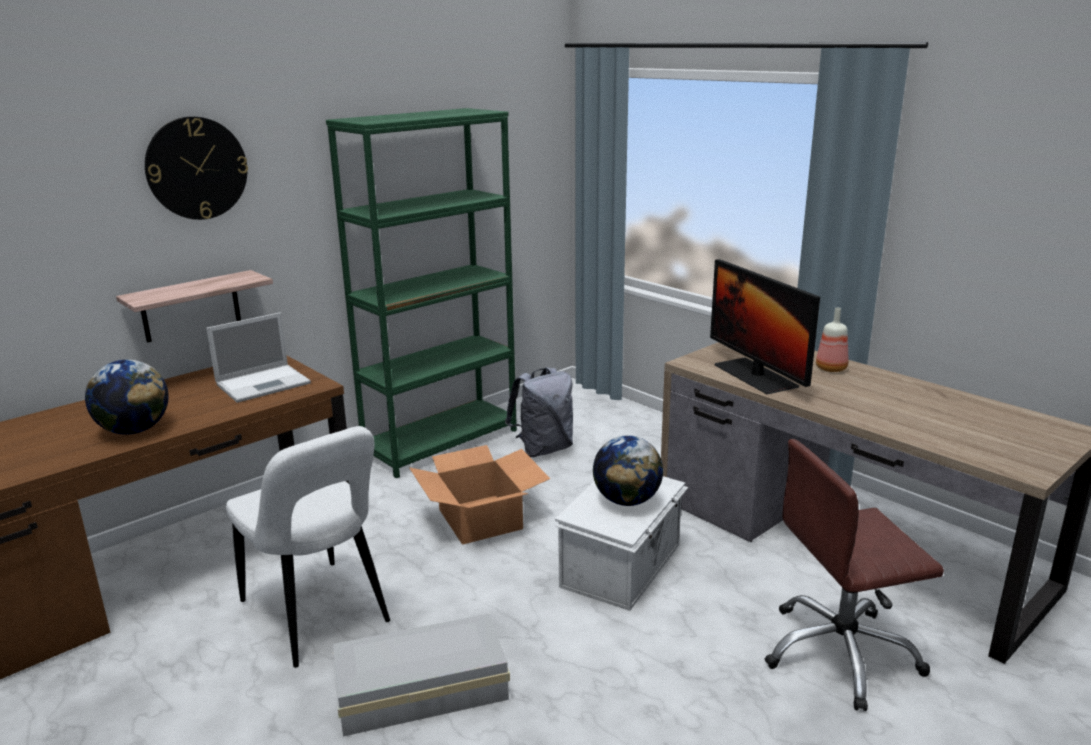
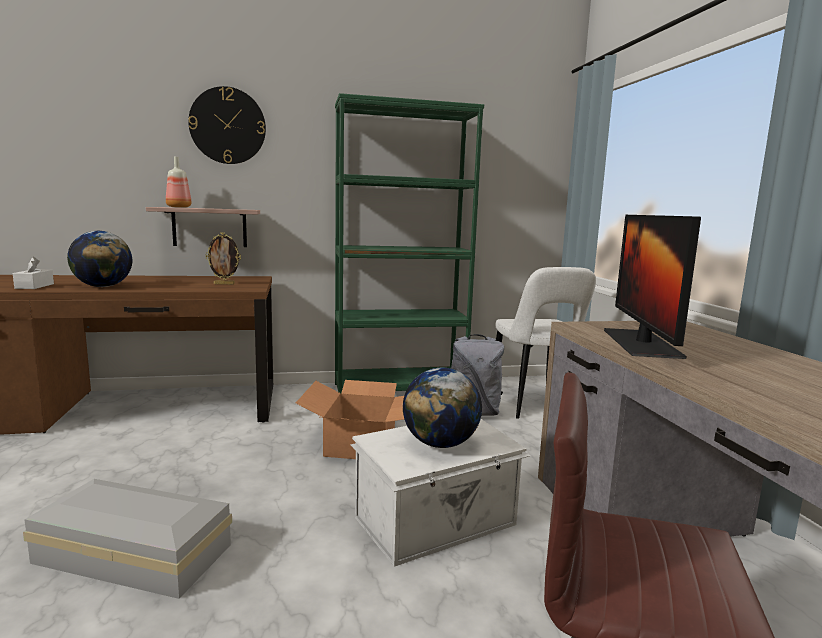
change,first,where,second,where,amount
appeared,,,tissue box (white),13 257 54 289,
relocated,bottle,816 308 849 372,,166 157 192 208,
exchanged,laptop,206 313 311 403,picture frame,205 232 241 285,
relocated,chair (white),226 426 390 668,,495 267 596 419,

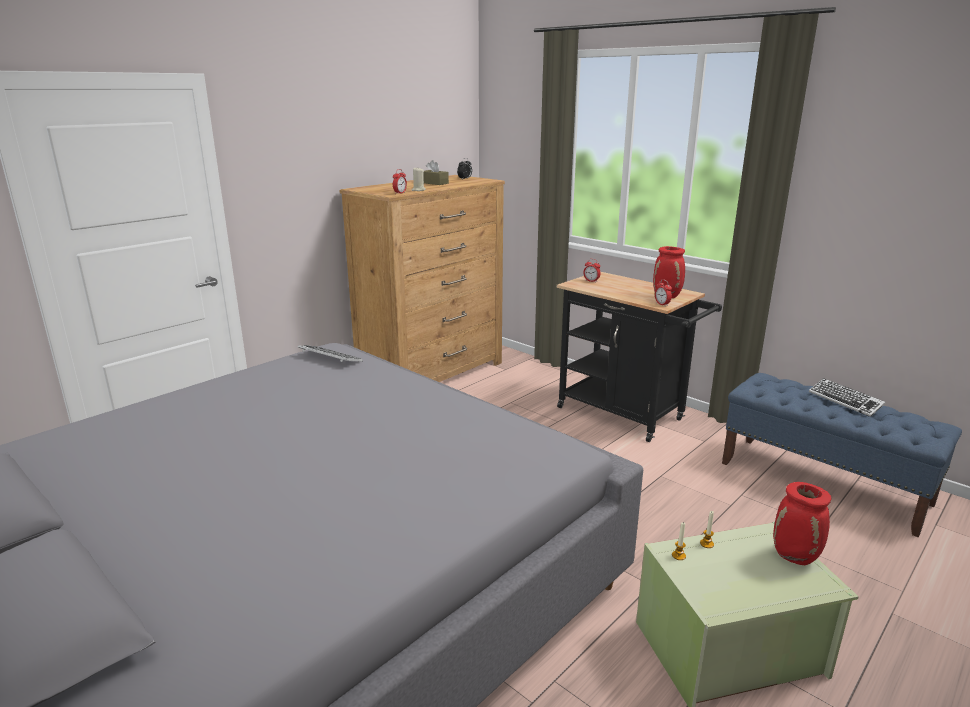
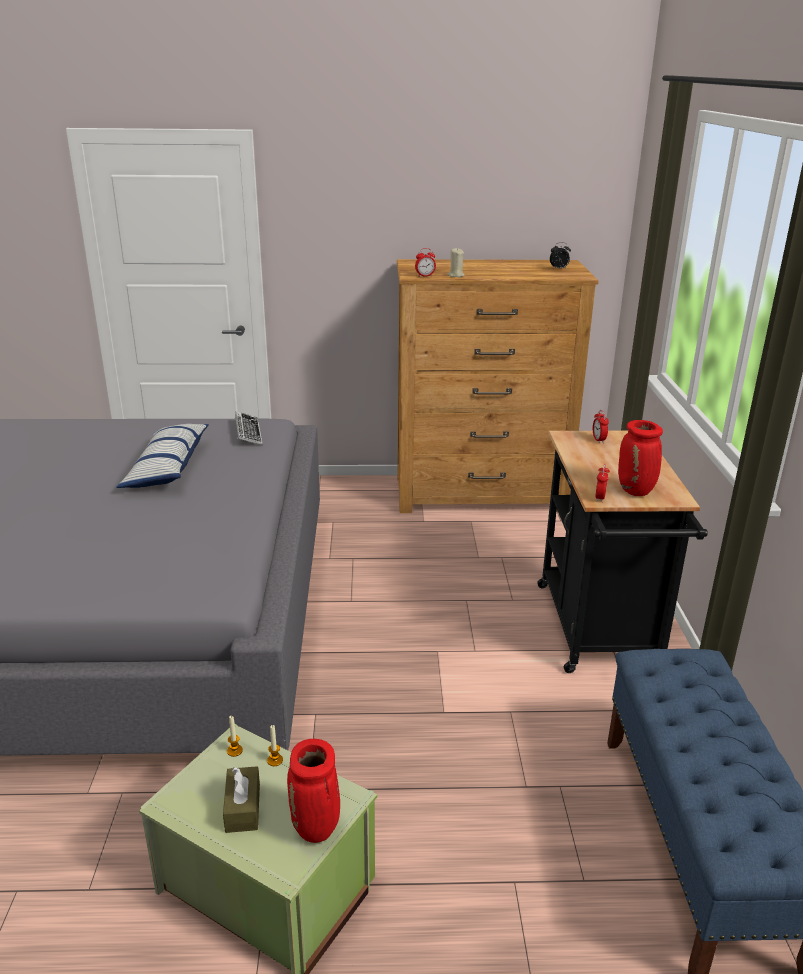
change,first,where,second,where,amount
appeared,,,pillow,116 424 209 488,
relocated,tissue box (brown),423 160 449 185,,223 766 260 833,
missing,keyboard,809 378 886 417,,,

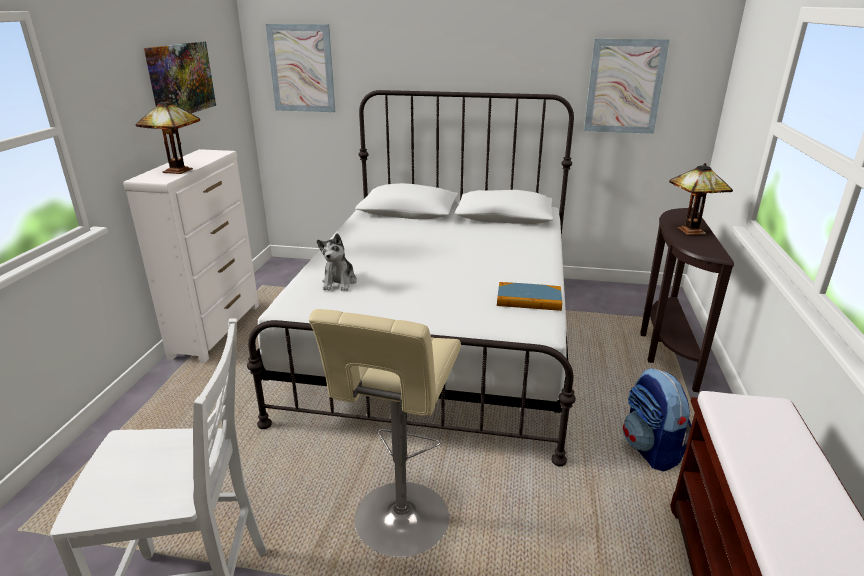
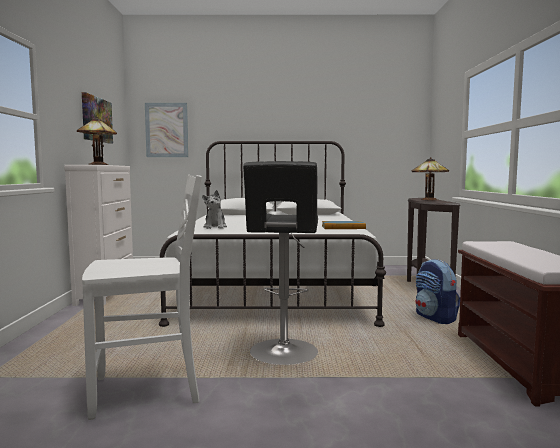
change,first,where,second,where,amount
colour,stool (beige),309 309 461 557,stool (black),243 161 318 365,
missing,picture,584 39 670 134,,,

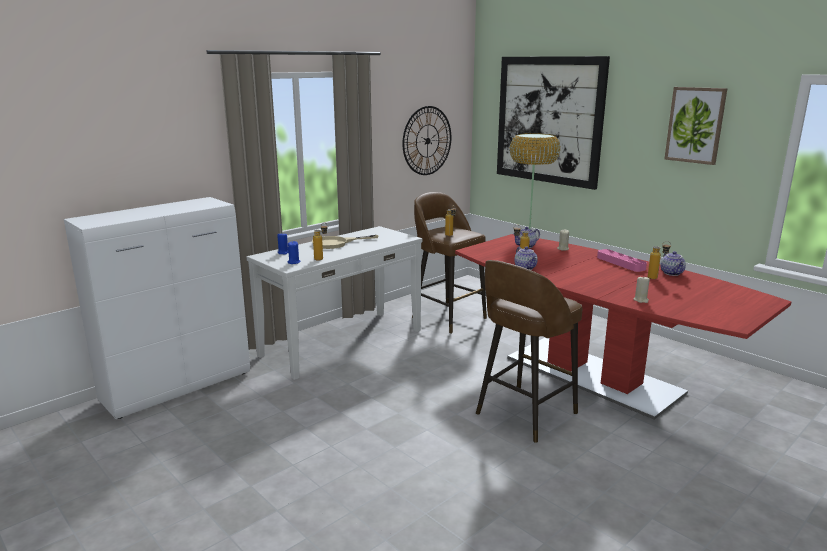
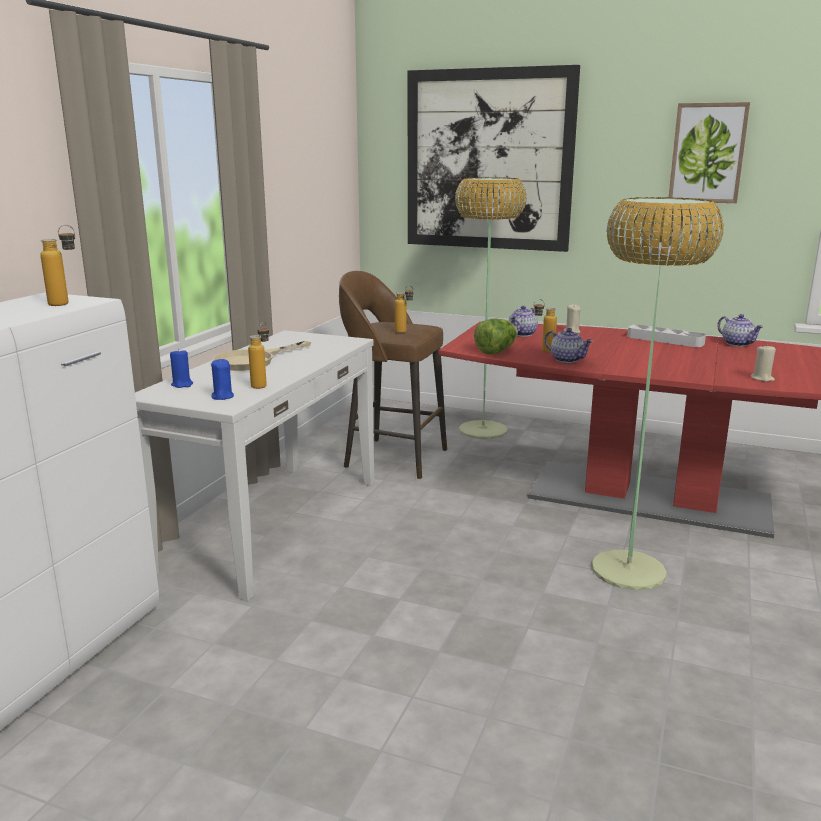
change,first,where,second,where,amount
relocated,bottle,648 241 671 279,,41 225 76 306,
appeared,,,lettuce,474 318 518 355,
exchanged,stool (brown),476 260 582 443,floor lamp,592 197 724 590,
colour,tray (pink),597 249 647 272,tray (grey),627 324 706 347,
missing,wall clock,402 106 451 175,,,

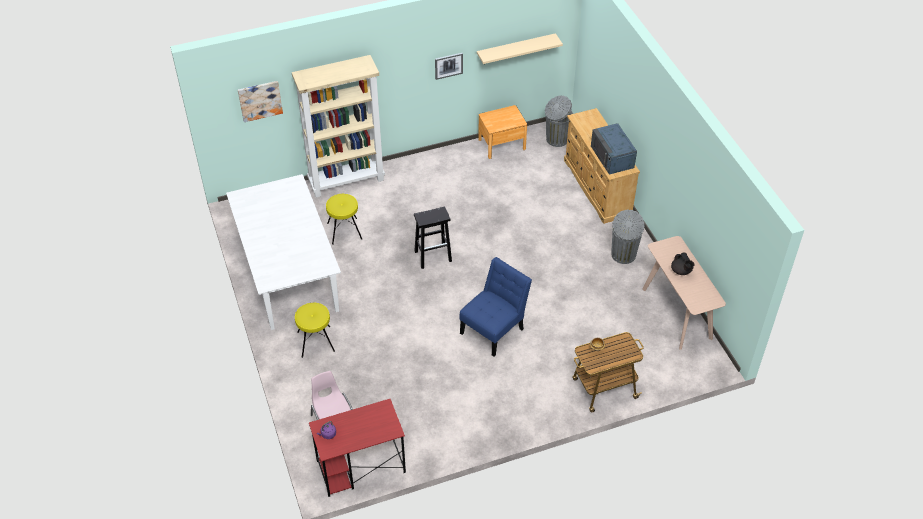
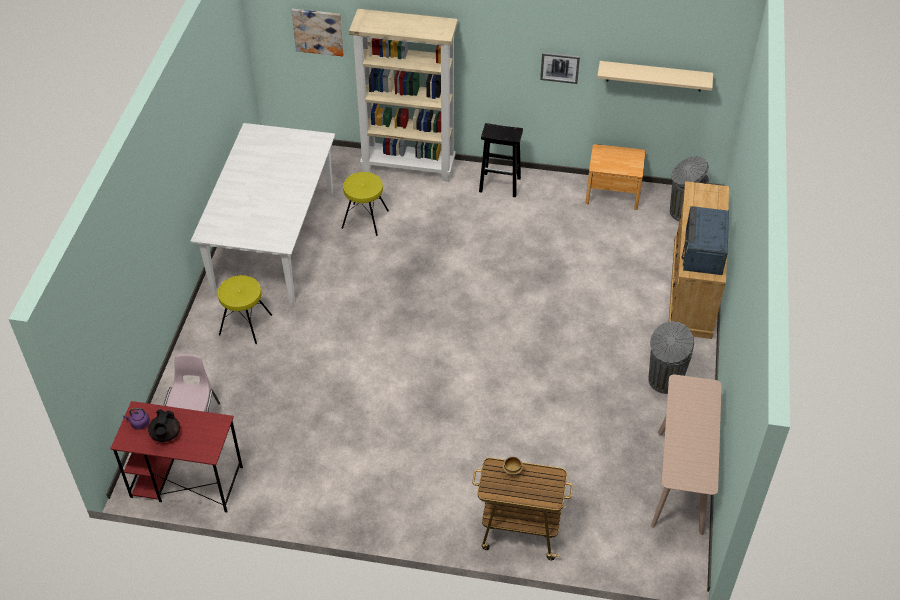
change,first,where,second,where,amount
relocated,teapot (black),671 253 695 275,,148 409 180 442,
relocated,stool (black),414 207 452 269,,479 123 523 197,
missing,chair (blue),459 257 532 357,,,

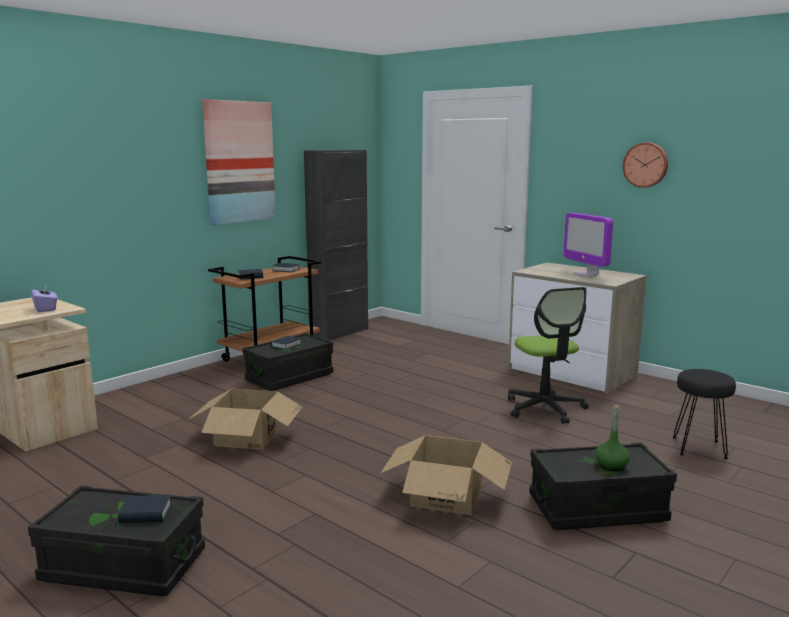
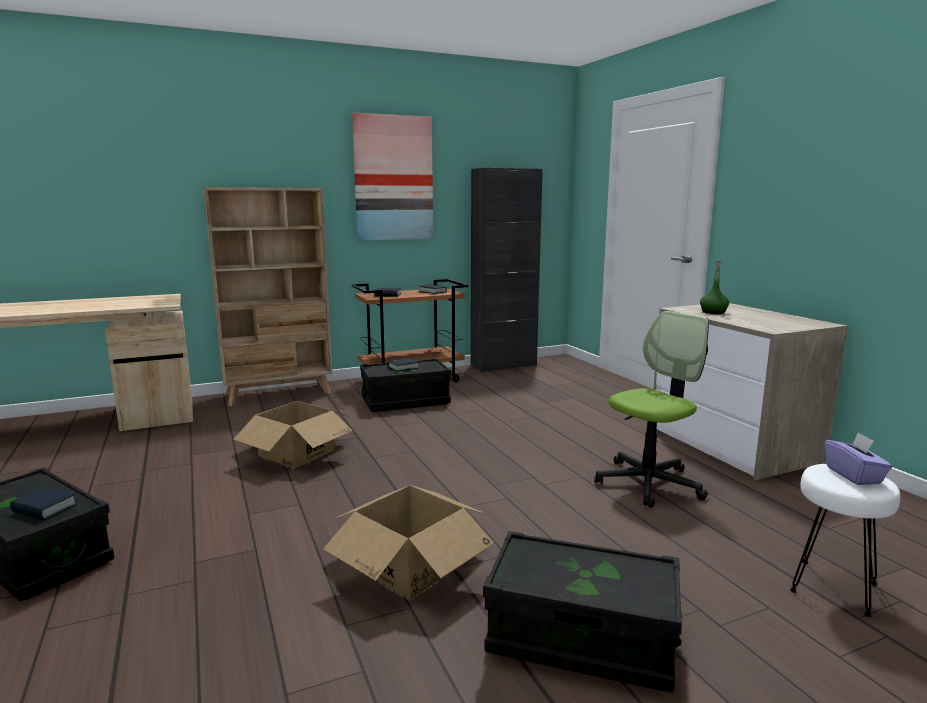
change,first,where,second,where,amount
appeared,,,bookcase (beige),203 187 332 406,
spun,office chair,508 287 589 424,,594 311 709 508,135 degrees counterclockwise
relocated,bottle (green),595 405 630 472,,700 260 729 314,
colour,stool (black),673 369 736 459,stool (white),790 464 900 617,
relocated,tissue box (purple),31 282 57 312,,825 432 892 485,
missing,monitor,564 213 613 277,,,
missing,wall clock,623 142 668 188,,,

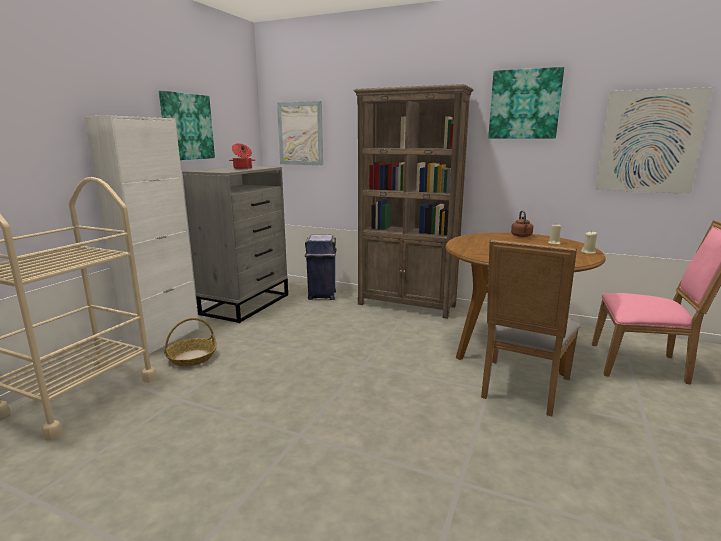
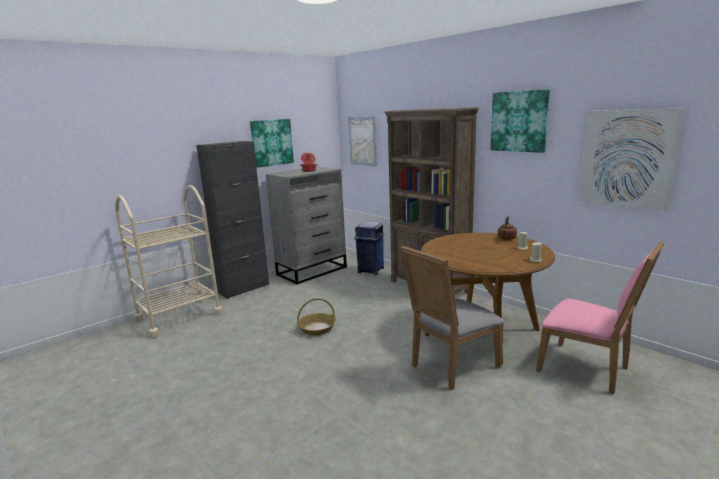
change,first,where,second,where,amount
colour,cabinet (white),85 115 199 355,cabinet (black),196 141 269 299,
relocated,basket,164 318 217 366,,297 298 336 335,

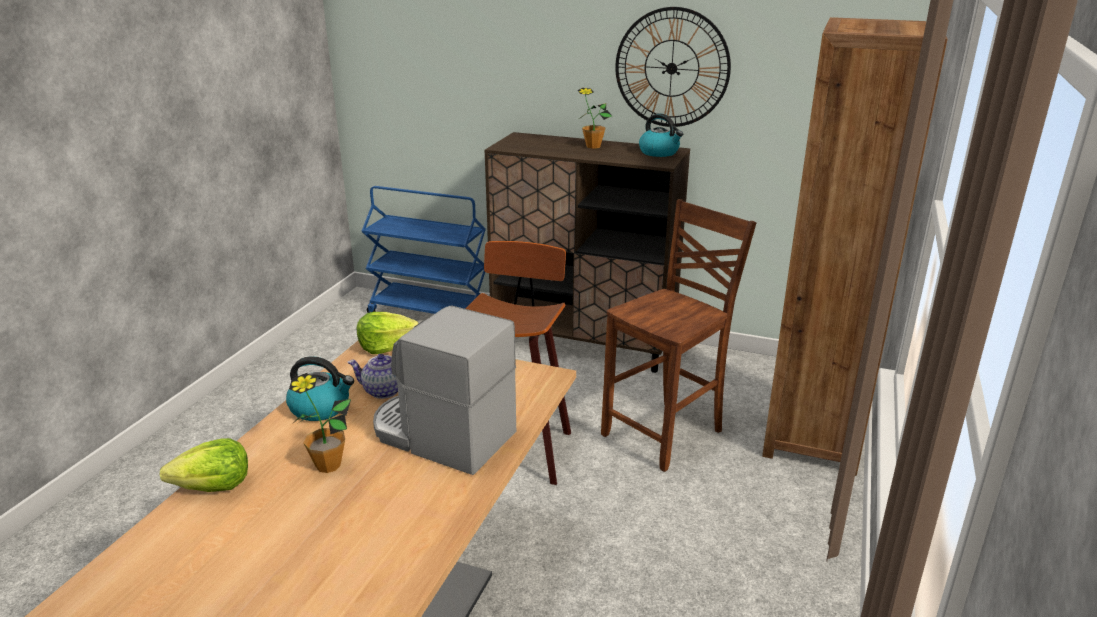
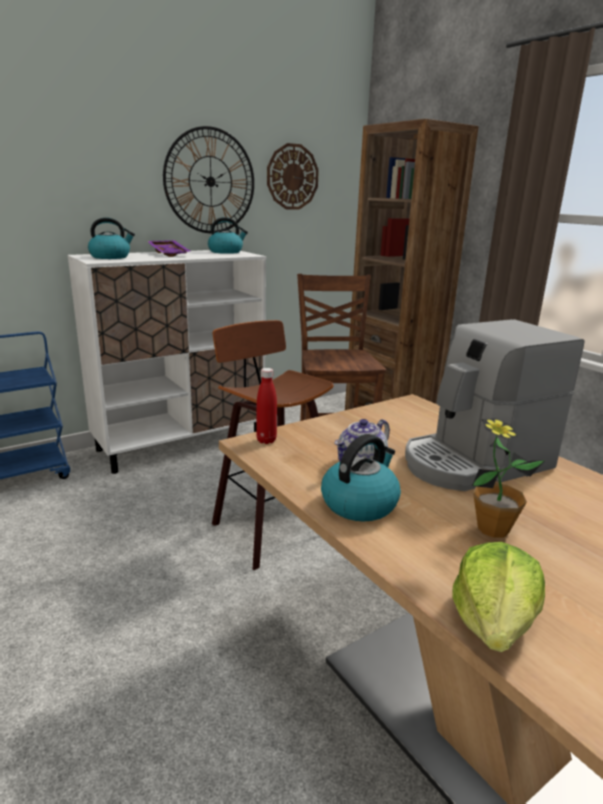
change,first,where,second,where,amount
colour,cabinet (brown),484 132 690 373,cabinet (white),68 250 266 474,
appeared,,,kettle,88 217 135 259,
exchanged,potted plant,578 88 612 149,tray (purple),147 240 190 257,
exchanged,lettuce,357 312 419 354,bottle (red),256 368 277 444,
appeared,,,wall clock,267 143 319 210,

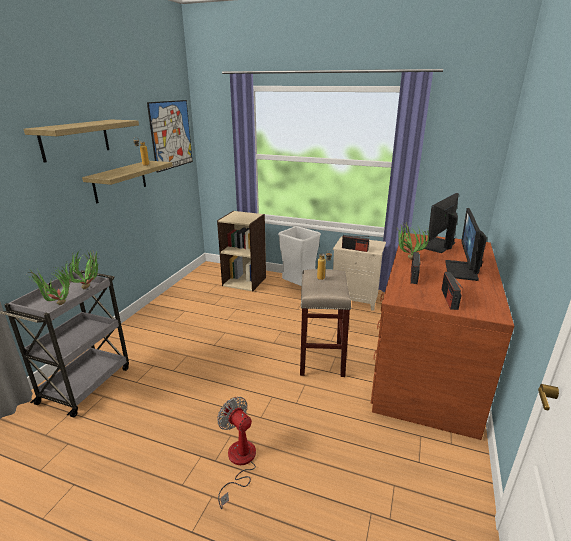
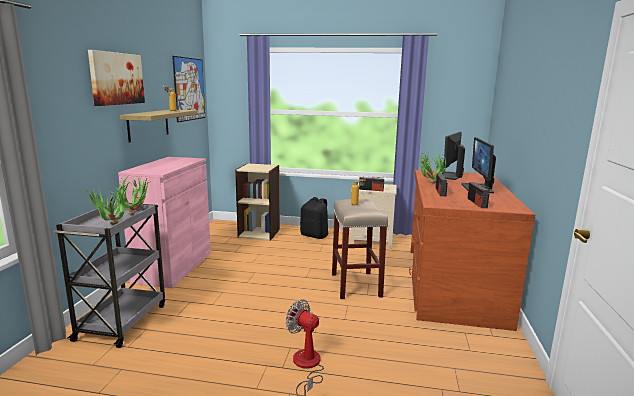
change,first,where,second,where,amount
exchanged,shelf,24 120 139 163,picture,88 50 145 106,
appeared,,,cabinet (pink),118 157 211 288,
exchanged,trash can (white),278 226 321 286,backpack (black),300 197 328 239,

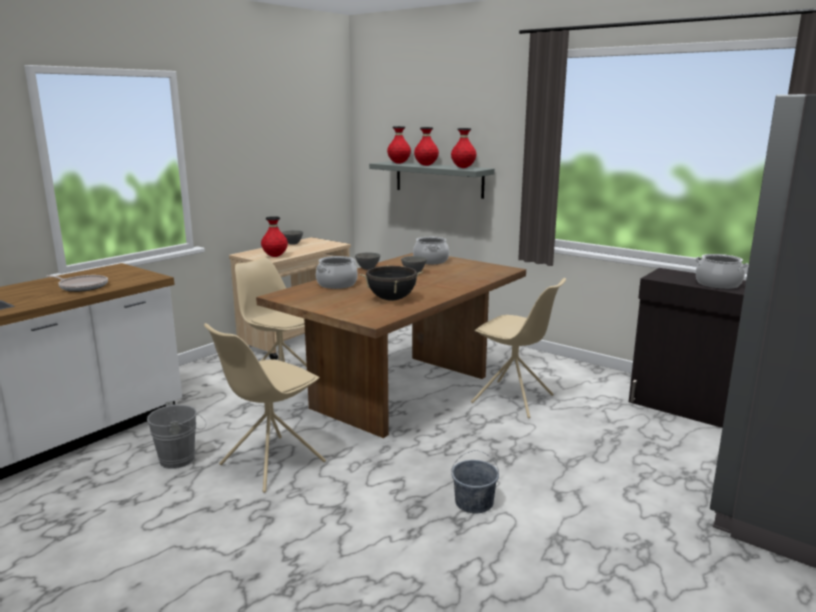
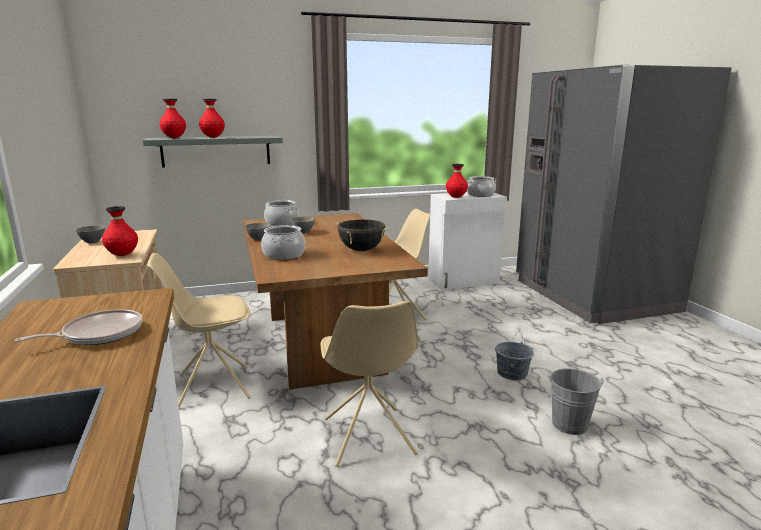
change,first,where,second,where,amount
colour,cabinet (black),629 268 746 428,cabinet (white),428 192 507 290,
relocated,vase (red),451 128 477 168,,446 164 468 198,
relocated,bucket (grey),147 401 206 469,,548 368 604 435,

